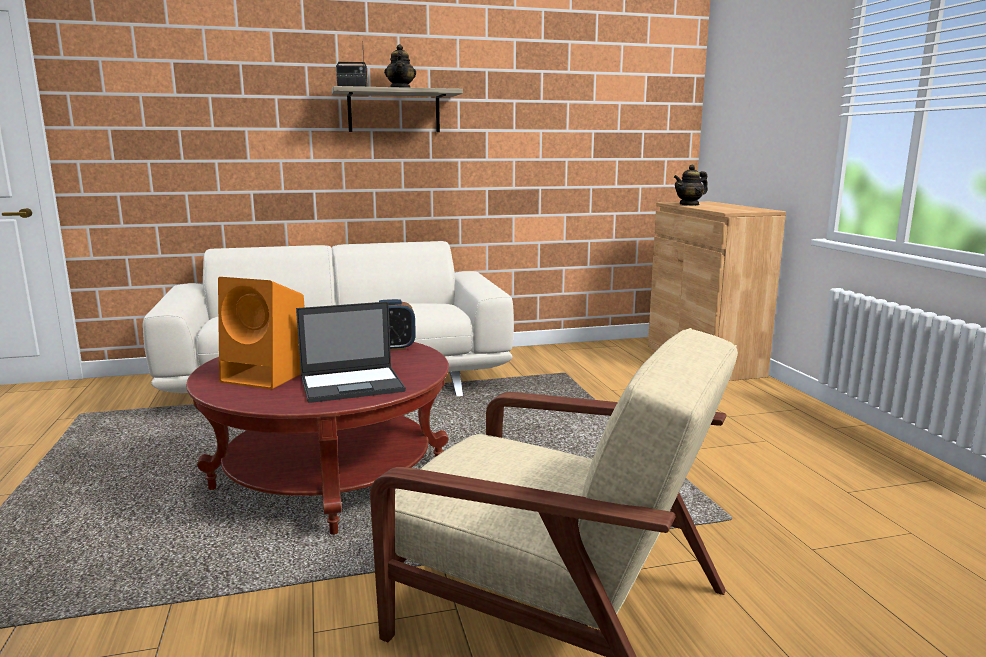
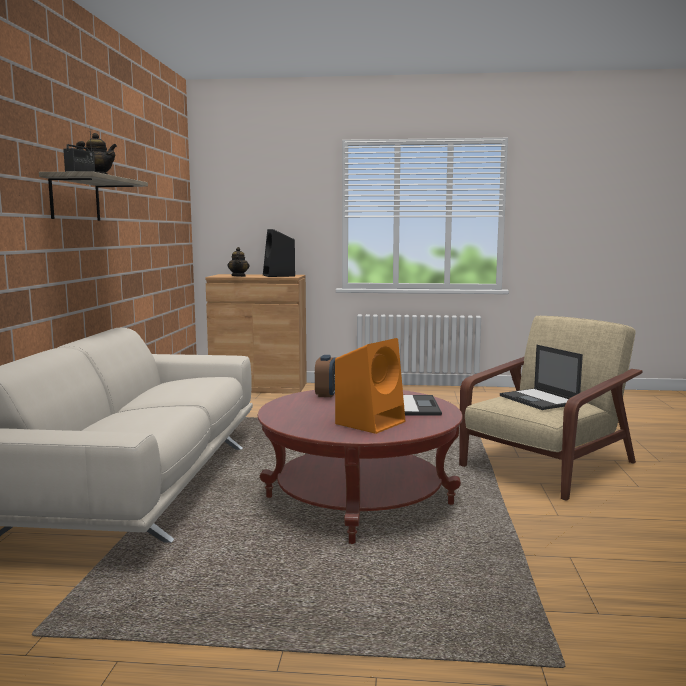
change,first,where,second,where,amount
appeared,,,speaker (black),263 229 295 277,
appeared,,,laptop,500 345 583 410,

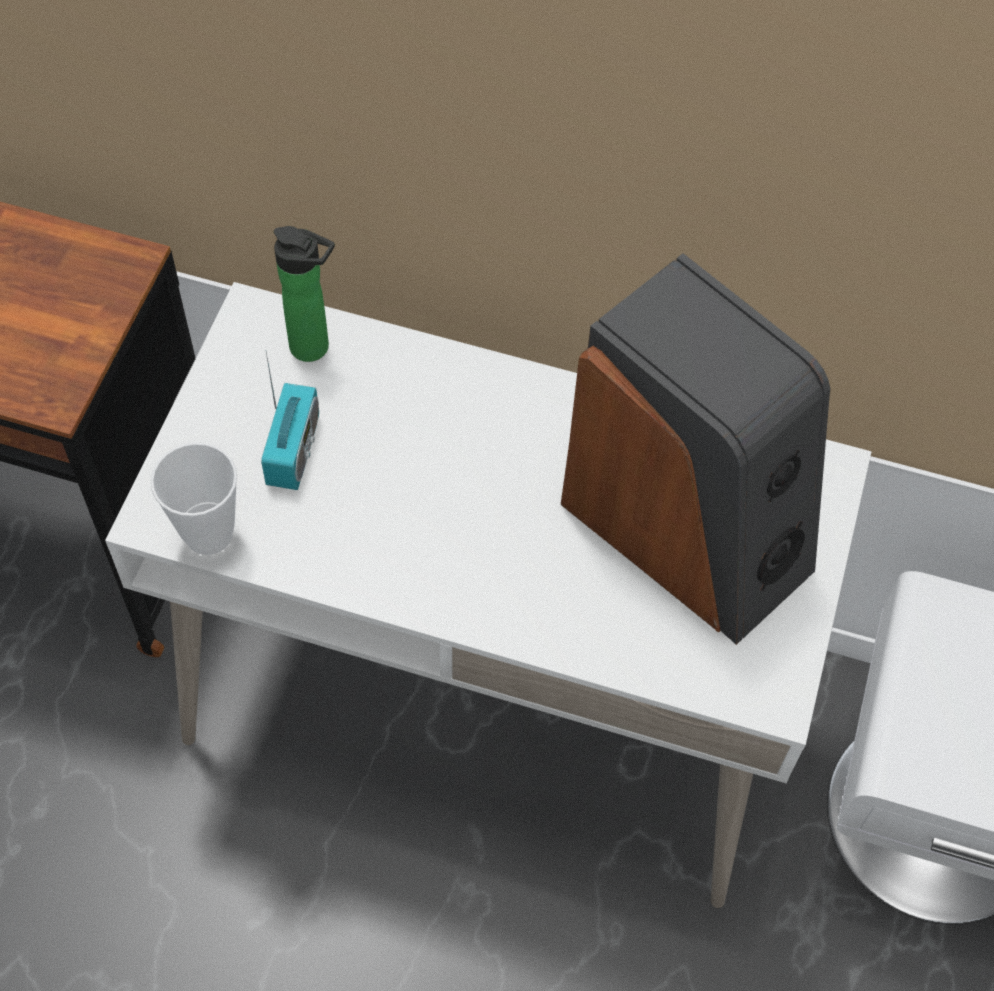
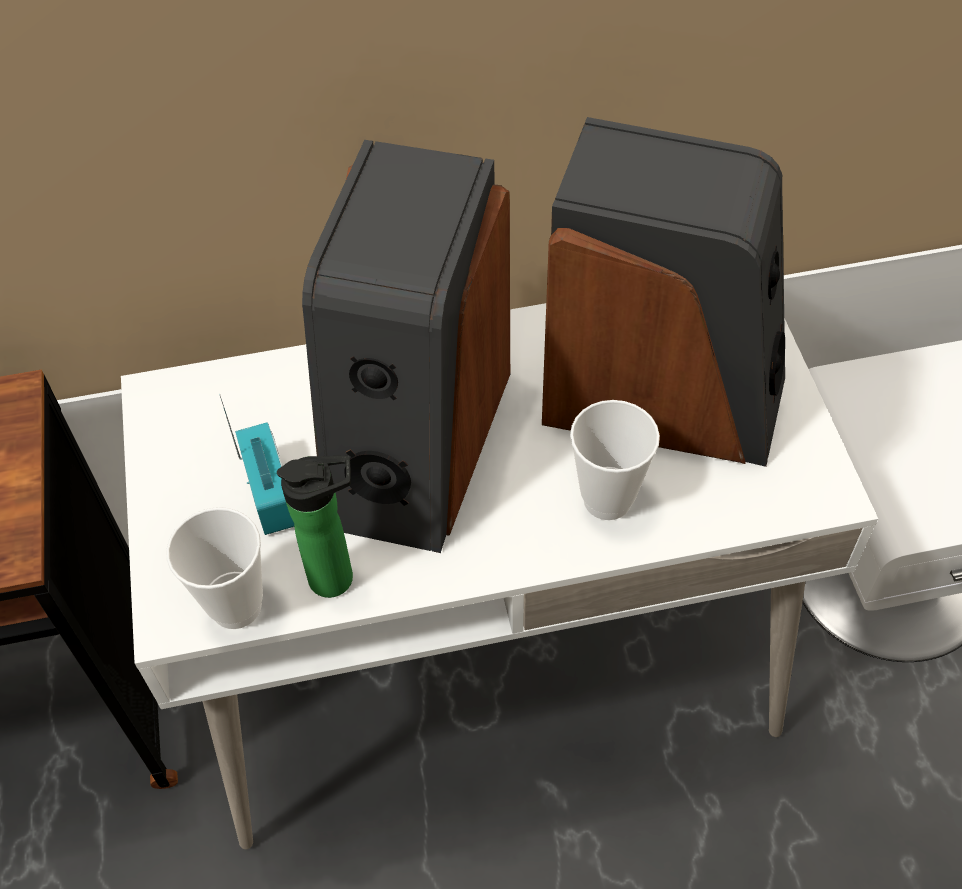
change,first,where,second,where,amount
relocated,bottle,274 226 335 362,,277 456 353 598,
appeared,,,speaker,302 140 510 553,
appeared,,,cup,570 400 660 520,

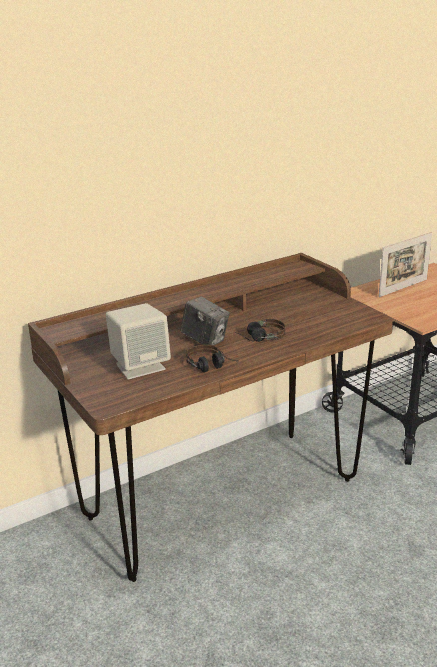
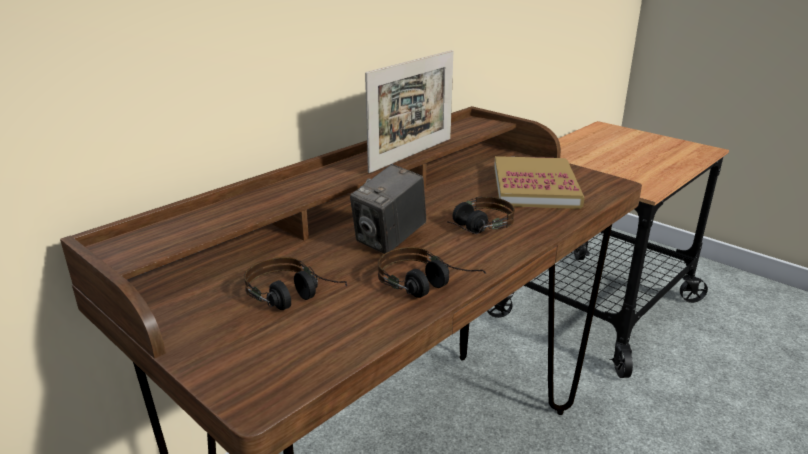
change,first,where,second,where,amount
exchanged,speaker (beige),106 303 171 379,headphones,244 257 347 310,
spun,photo camera,180 296 230 346,,350 164 426 254,105 degrees clockwise
relocated,picture frame,379 232 432 297,,365 50 453 173,
appeared,,,book,494 156 585 209,

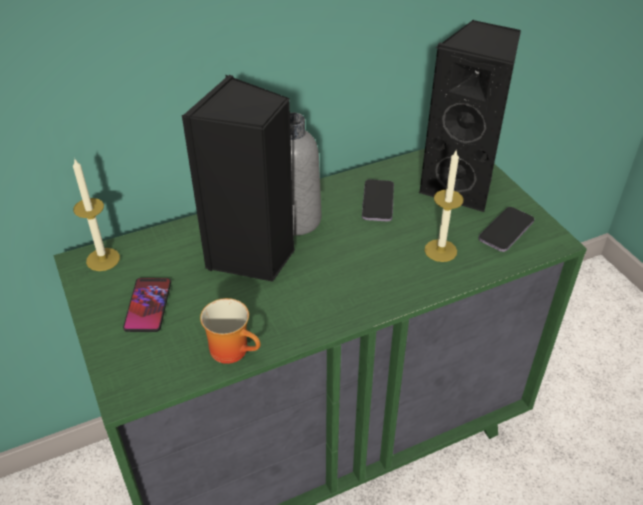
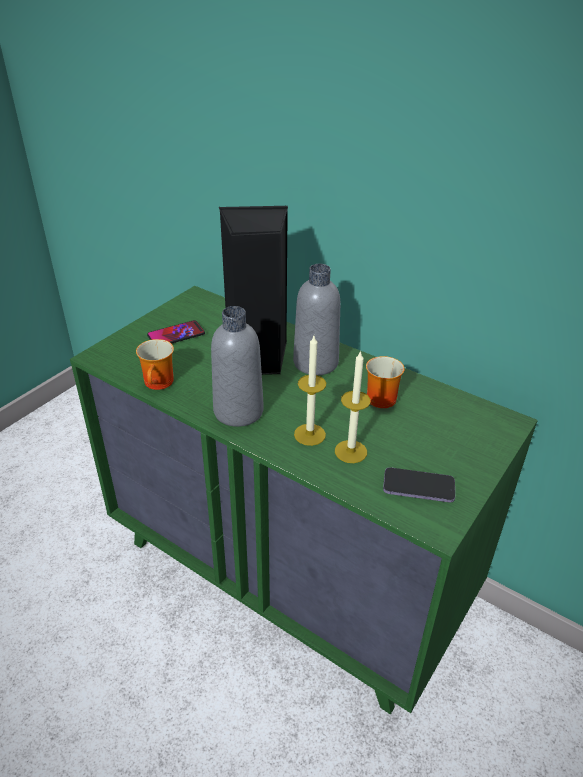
change,first,where,second,where,amount
appeared,,,bottle (grey),211 306 264 427,
relocated,candle,73 159 120 271,,294 336 326 446,
exchanged,phone,362 180 394 222,mug,366 356 405 408,
missing,speaker (black),419 20 521 212,,,

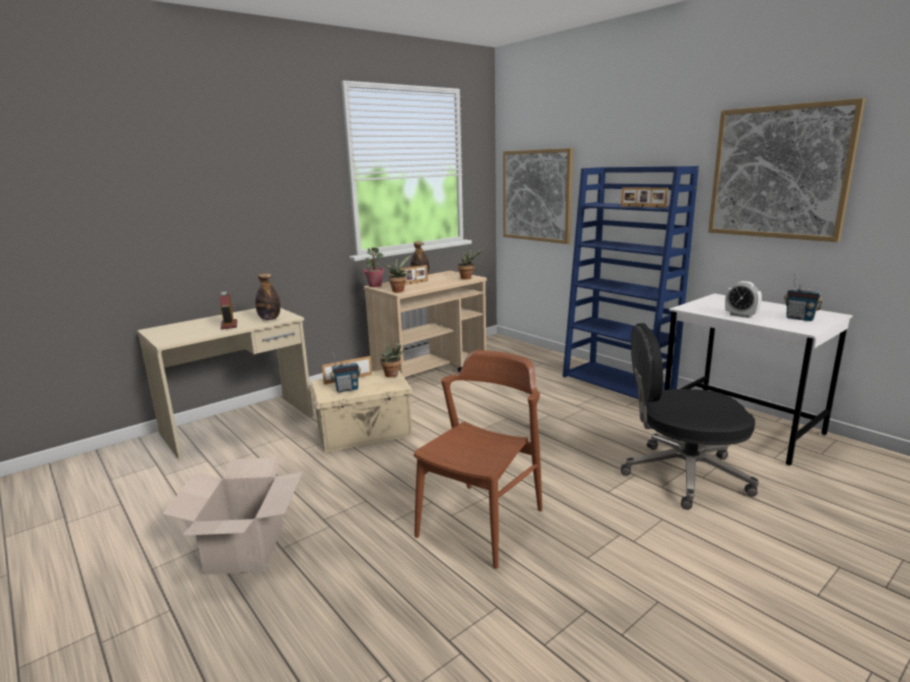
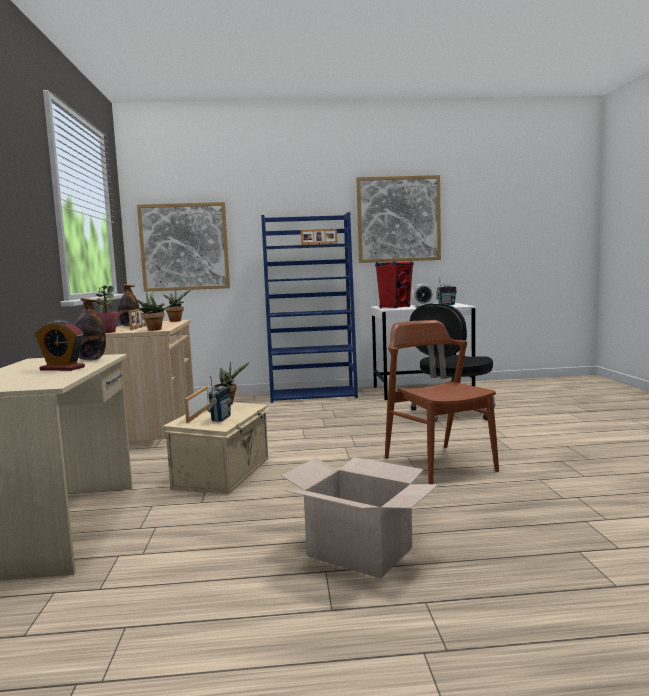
change,first,where,second,where,amount
appeared,,,speaker (red),375 261 413 308,

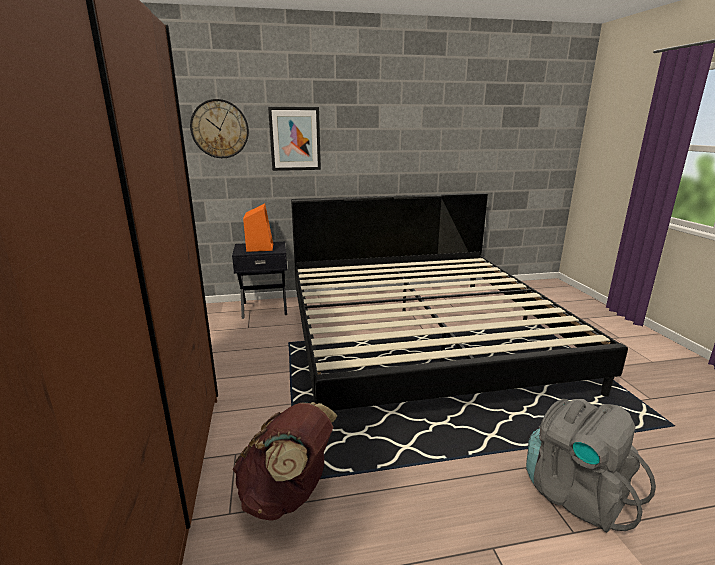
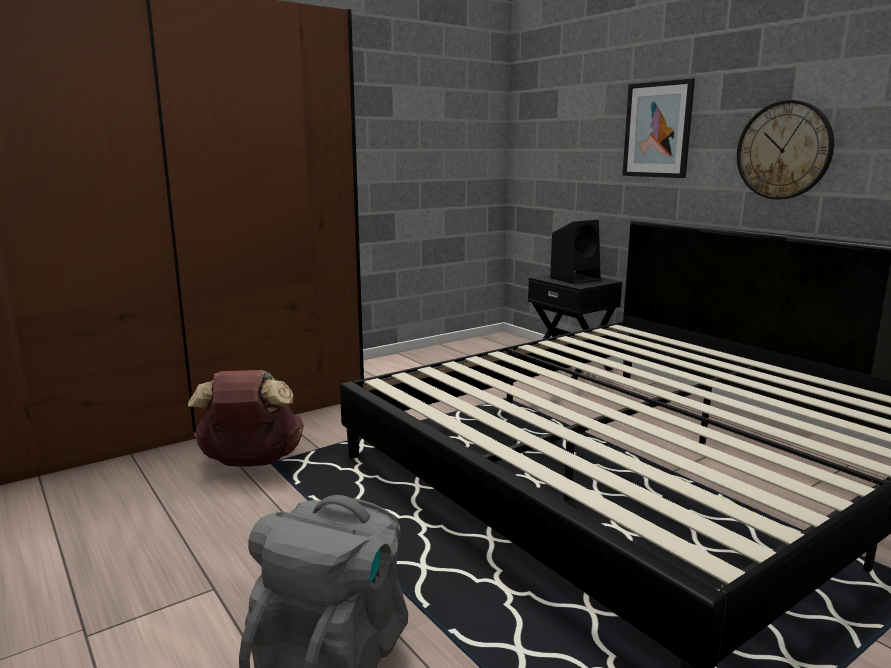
change,first,where,second,where,amount
colour,speaker (orange),243 204 273 252,speaker (black),550 220 601 284,
relocated,wall clock,190 99 249 158,,737 100 834 199,

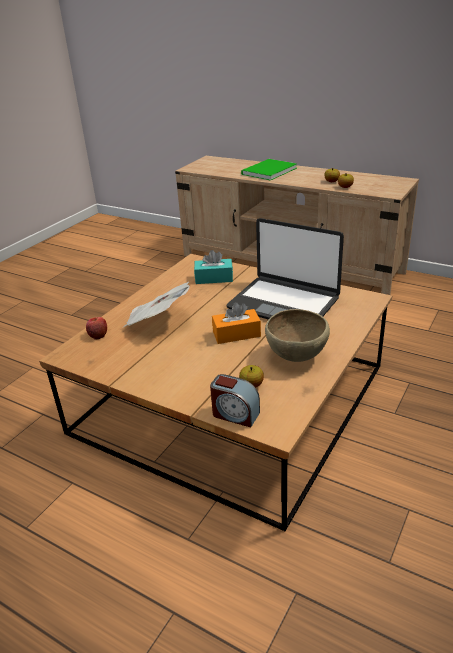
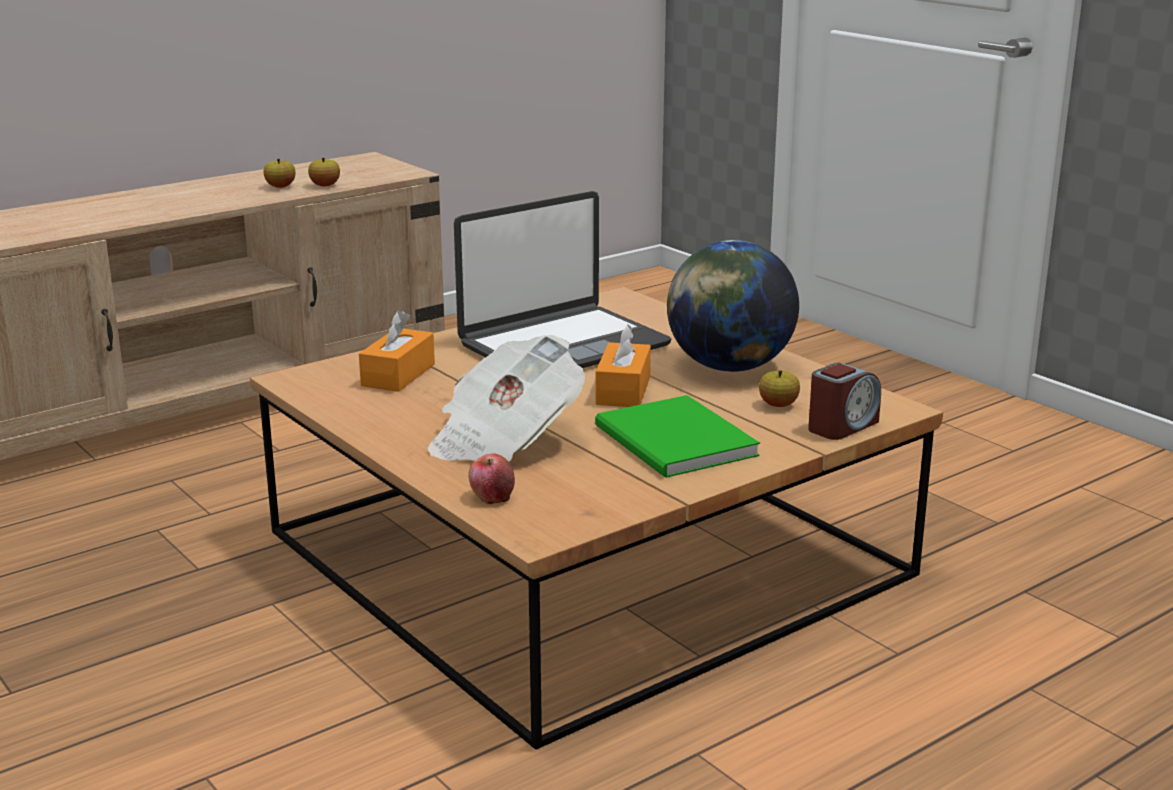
change,first,where,second,where,amount
colour,tissue box (turquoise),194 250 233 284,tissue box (orange),359 310 435 392,
relocated,book (green),241 159 297 180,,595 395 760 478,
exchanged,bowl (brown),265 309 330 362,globe,667 240 799 372,

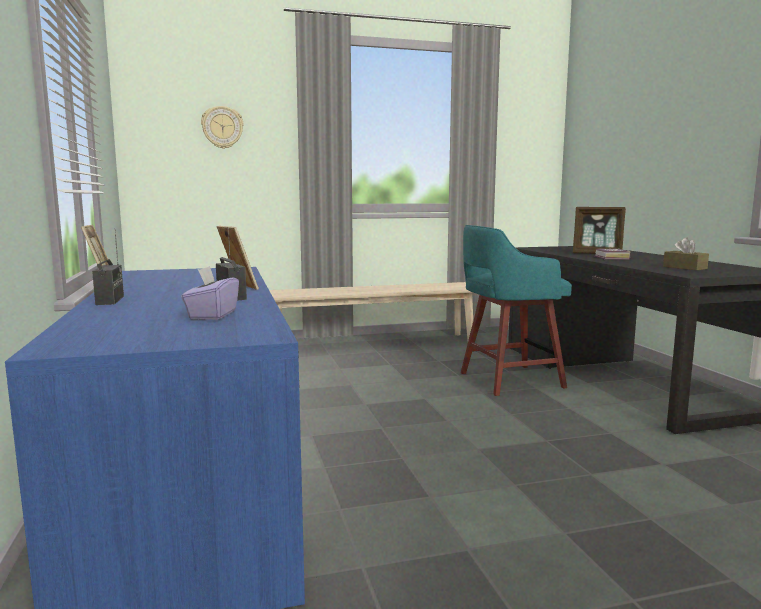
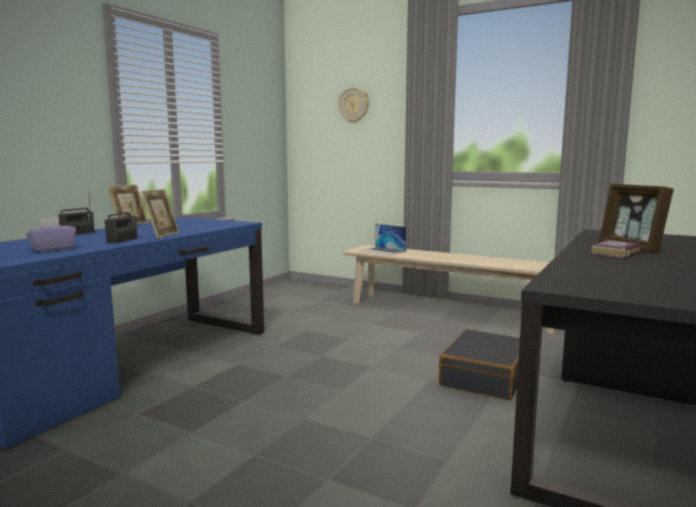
change,first,where,second,where,amount
appeared,,,laptop,359 224 407 255,
exchanged,stool (turquoise),461 225 572 396,suitcase (black),439 329 520 400,
missing,tissue box (brown),663 237 709 270,,,

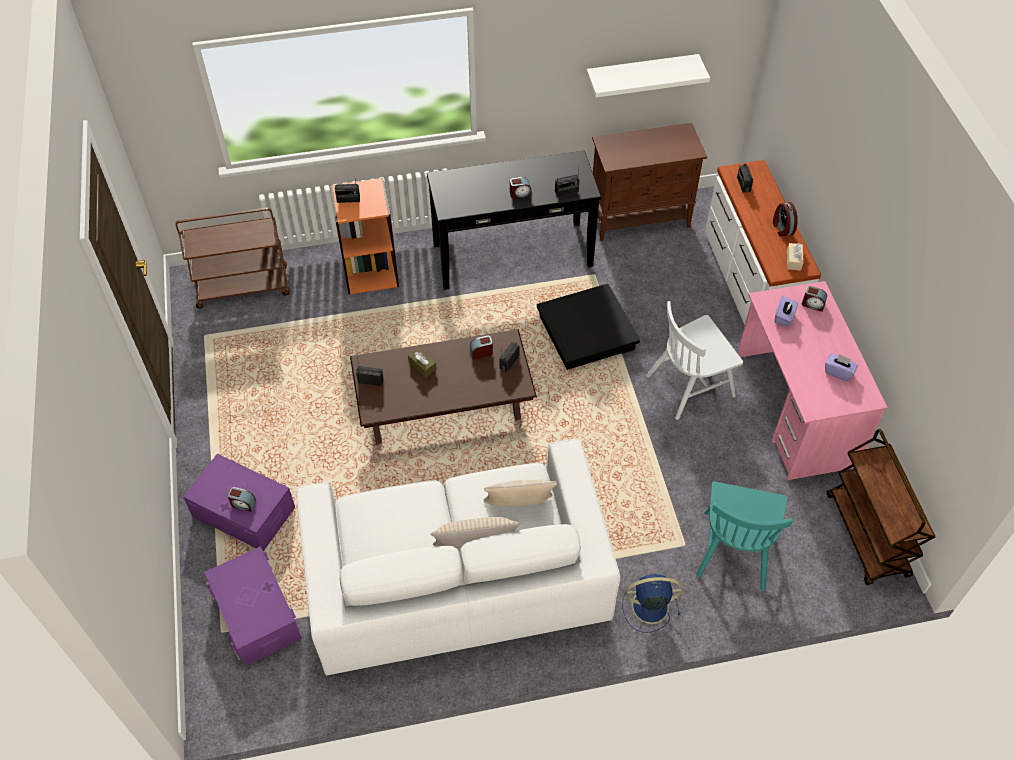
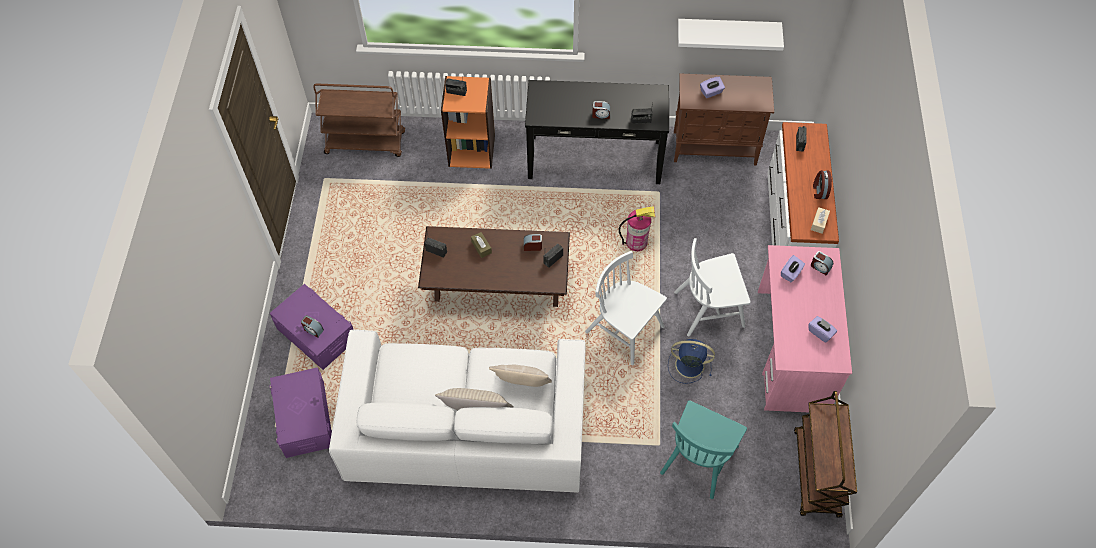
change,first,where,second,where,amount
appeared,,,chair (white),585 251 667 365,
exchanged,storage box (black),537 284 640 370,fire extinguisher,619 207 655 251,
relocated,fan (blue),622 574 682 633,,668 339 715 384,
appeared,,,tissue box (purple),700 77 725 98,

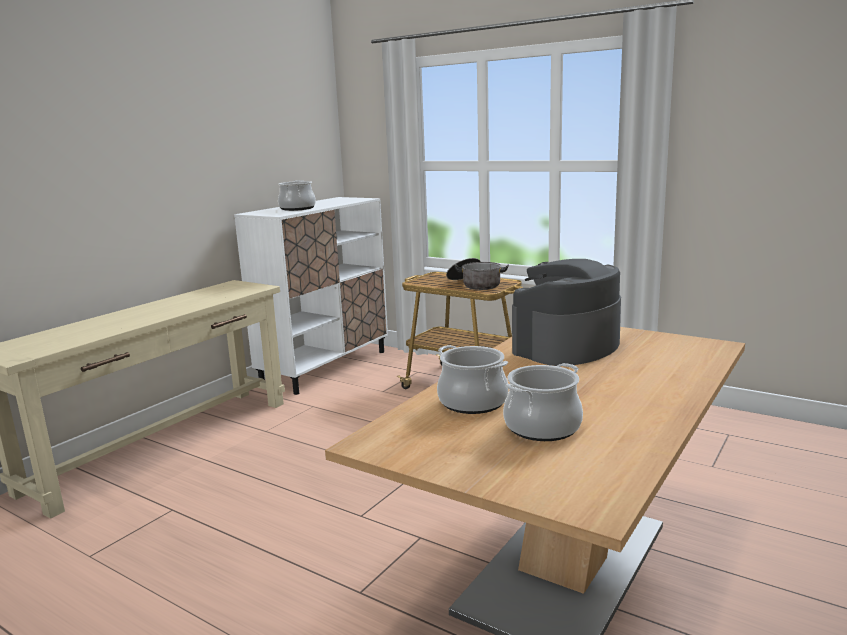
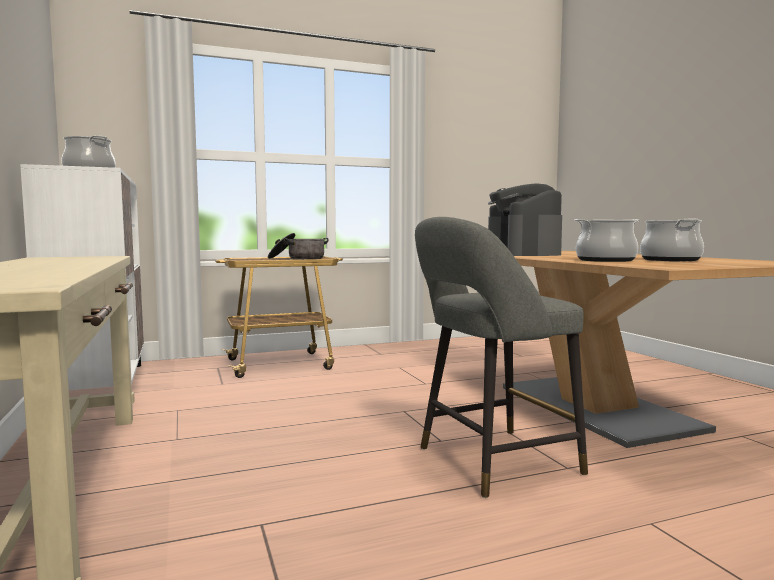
change,first,where,second,where,amount
appeared,,,stool (grey),415 217 588 498,

